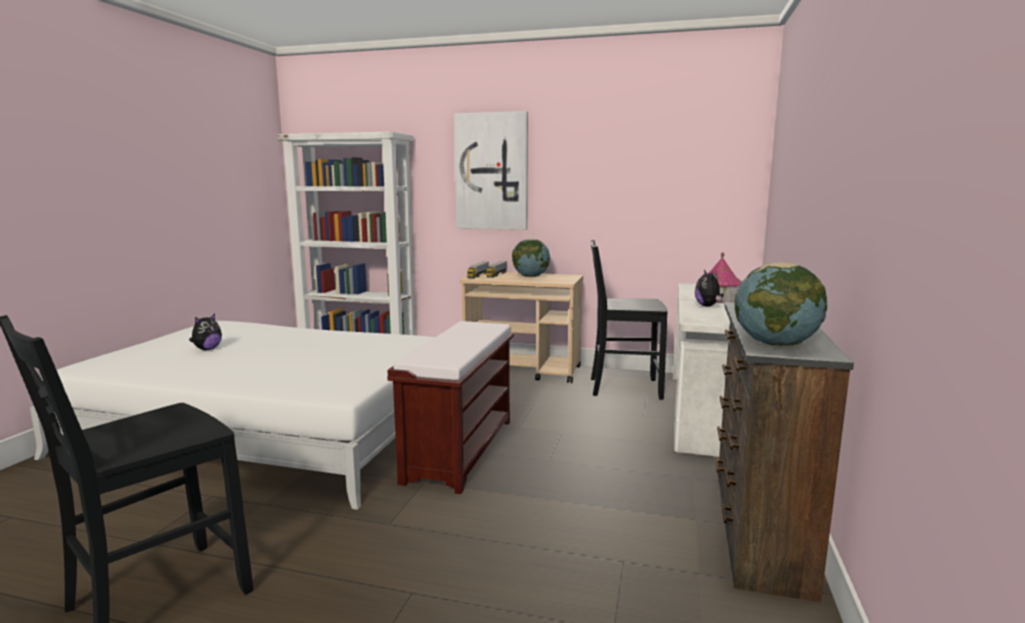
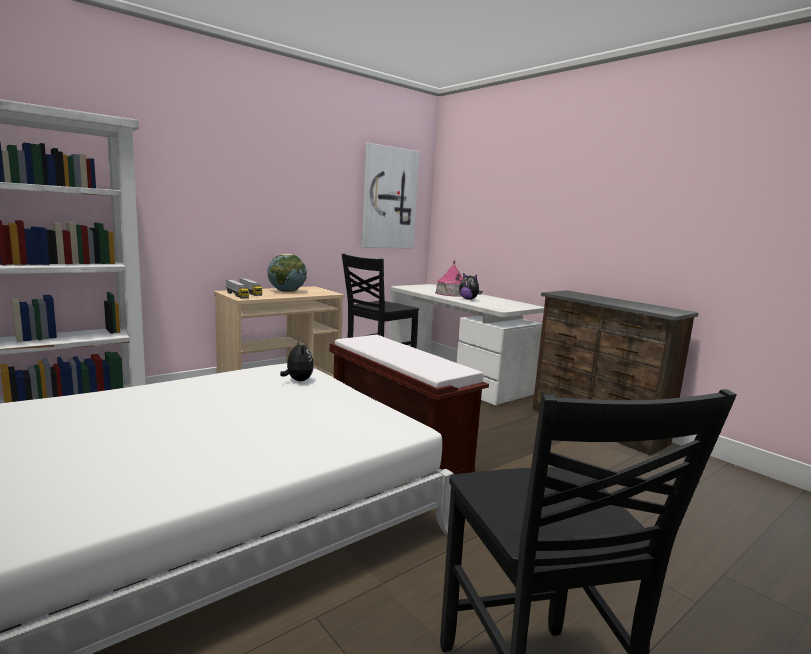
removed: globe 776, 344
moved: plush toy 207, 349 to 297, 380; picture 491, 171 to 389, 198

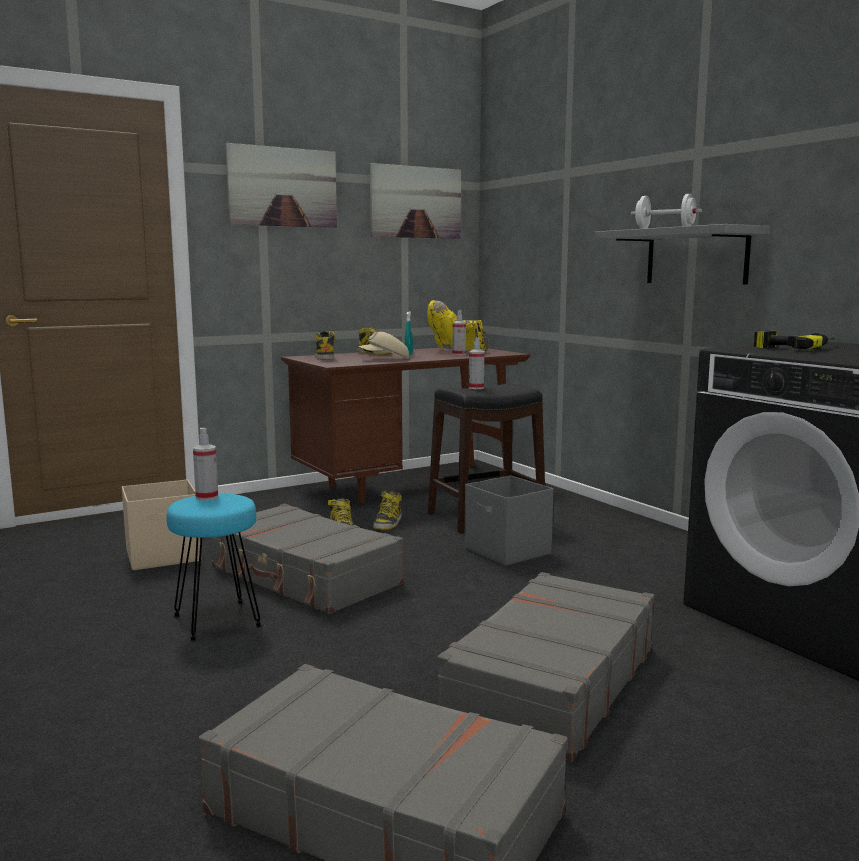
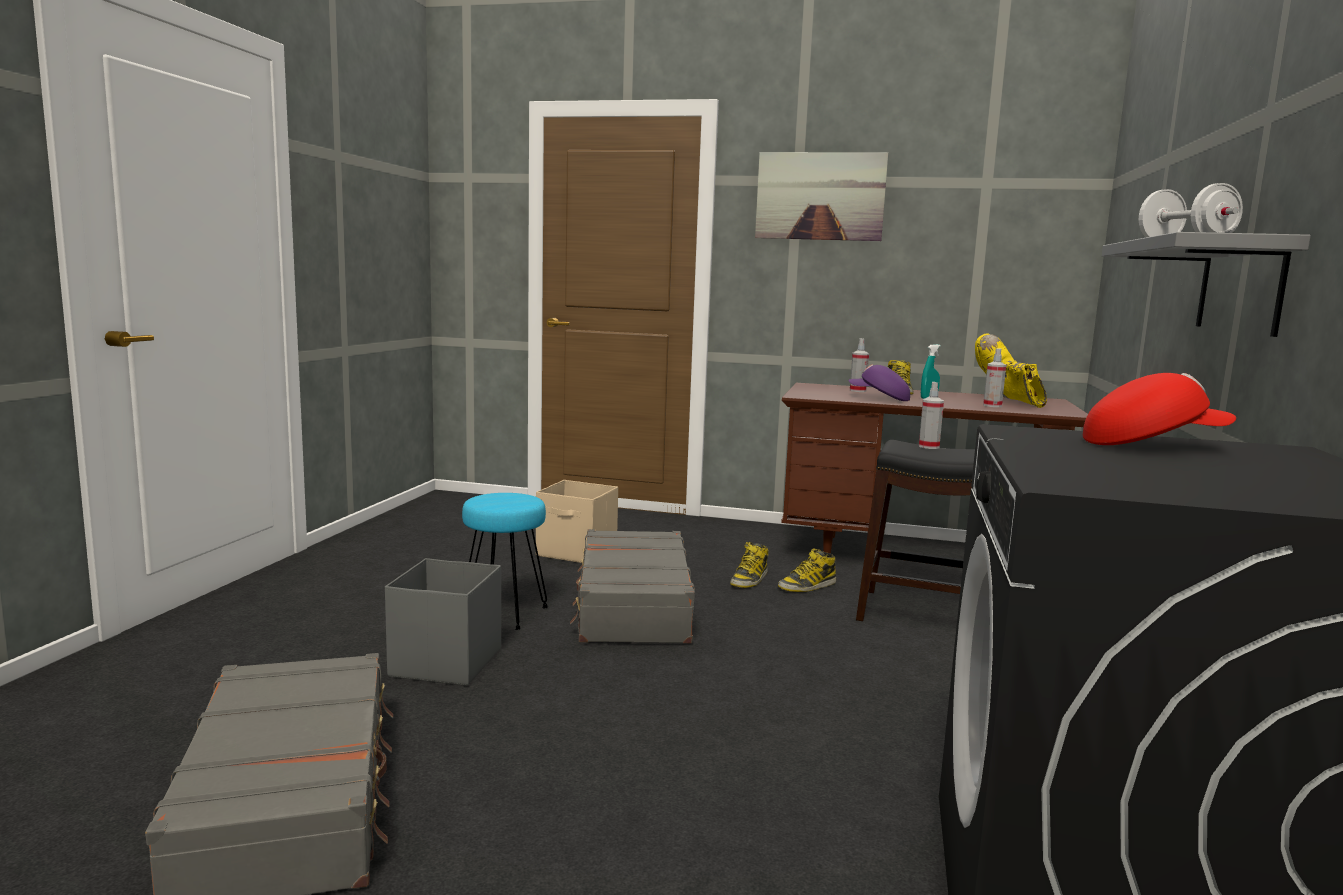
removed: boot 325, 358; picture 416, 202; suitcase in grey 550, 682
moved: spray bottle 207, 497 to 857, 391; storage box in grey 507, 551 to 445, 663
replaced: power drill 794, 347 to cap in red 1150, 445
recoloured: cap in beige 385, 359 to cap in purple 879, 398

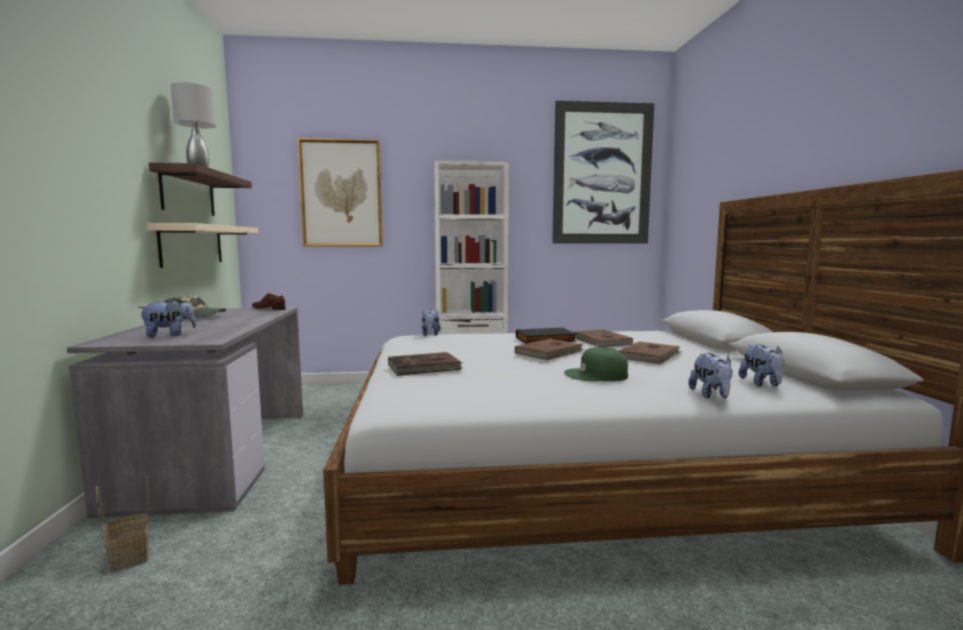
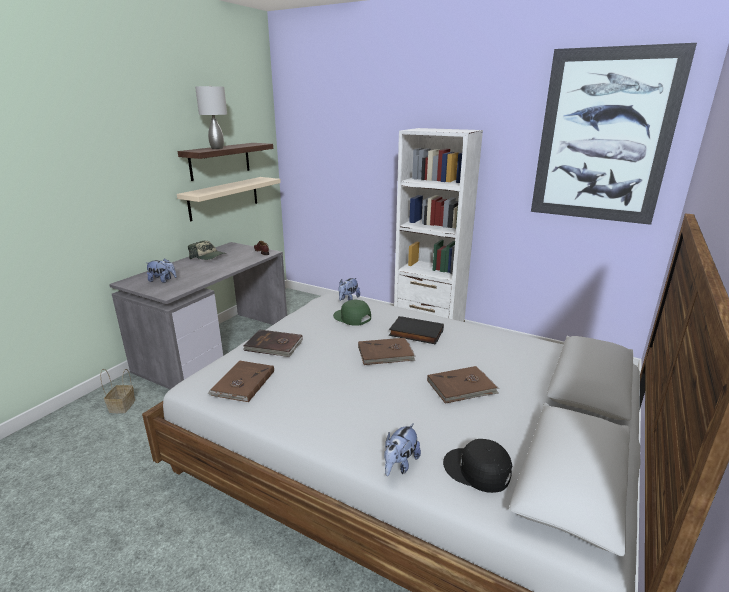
removed: picture 341, 193
moved: cap in green 596, 375 to 352, 317; book in brown 601, 341 to 242, 383
replaced: plush toy 761, 383 to cap in black 477, 470

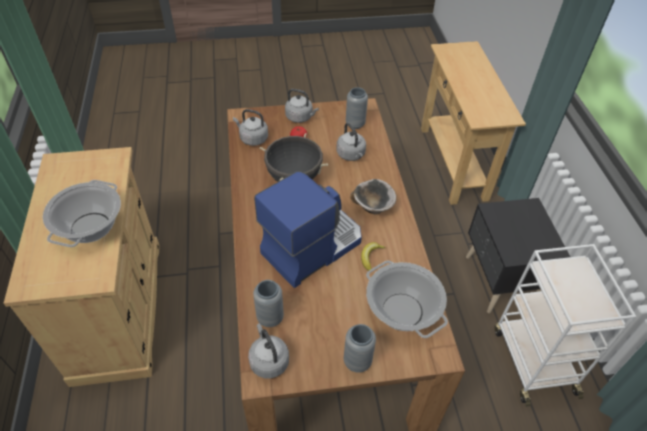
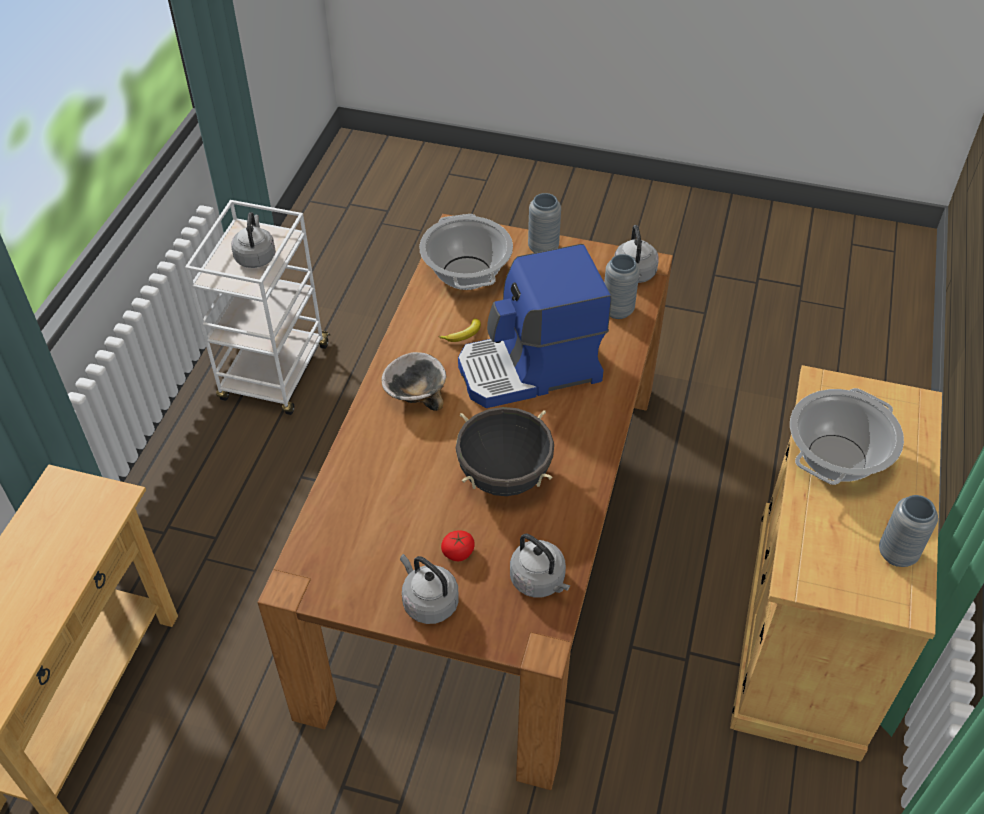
removed: nightstand in black 499, 282
moved: kettle in grey 351, 155 to 256, 256; vase in grey 355, 124 to 897, 554

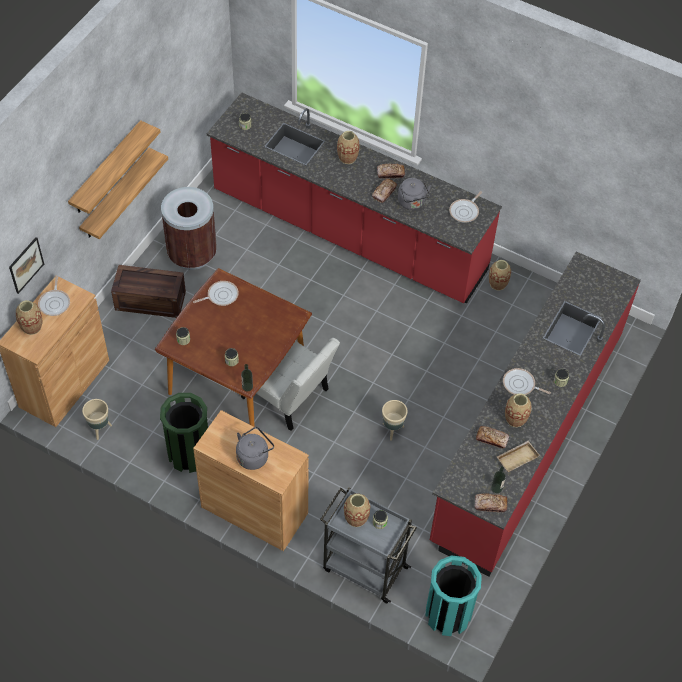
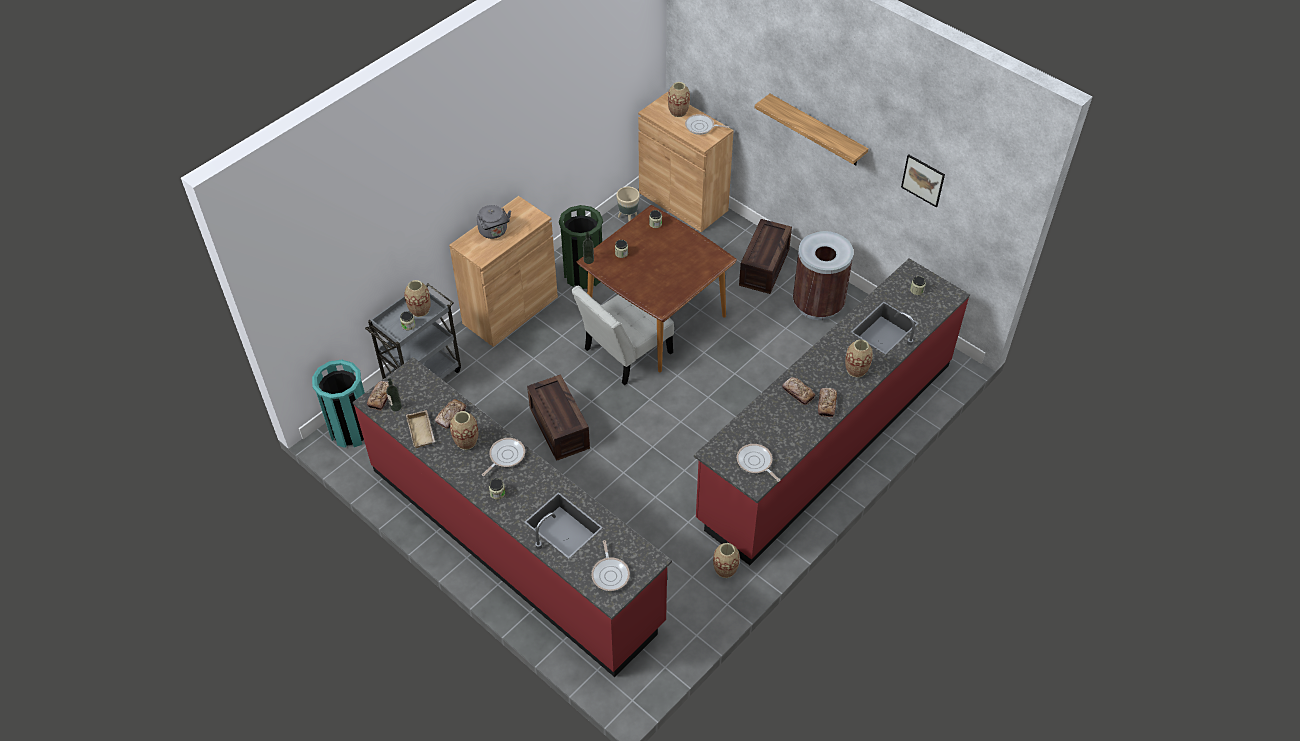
removed: shelf 116, 195; kettle in grey 412, 203
moved: picture 26, 265 to 923, 180; frying pan 220, 295 to 610, 573
replaced: planter in beige 392, 430 to crate 560, 428

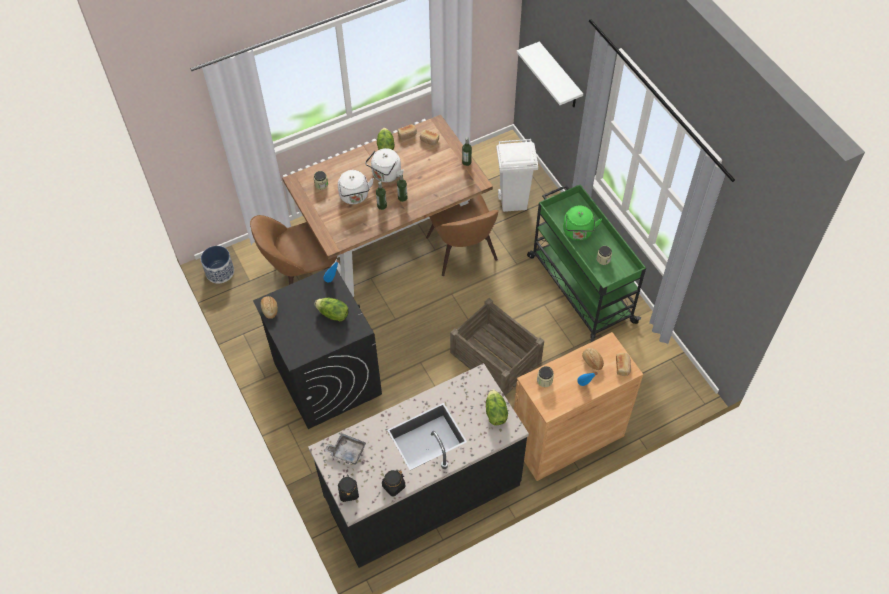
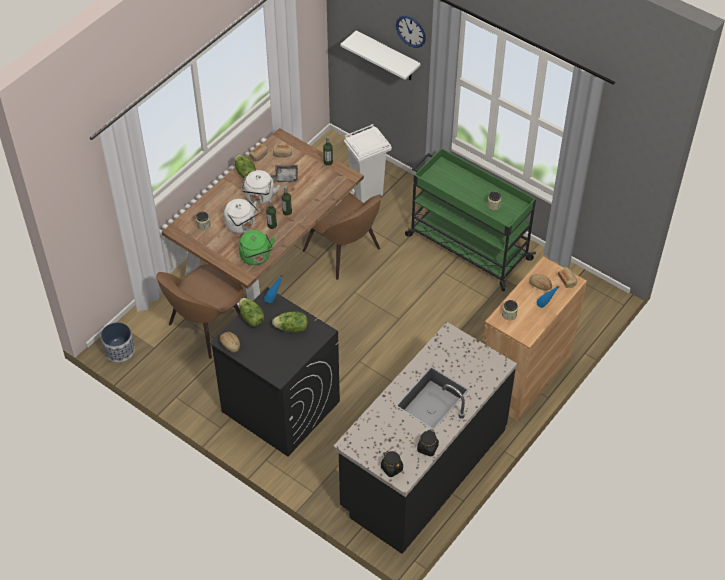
removed: crate 495, 357
added: wall clock 411, 31
moved: tray in grey 347, 451 to 285, 177; lettuce 495, 413 to 251, 318; kettle in green 578, 232 to 256, 257

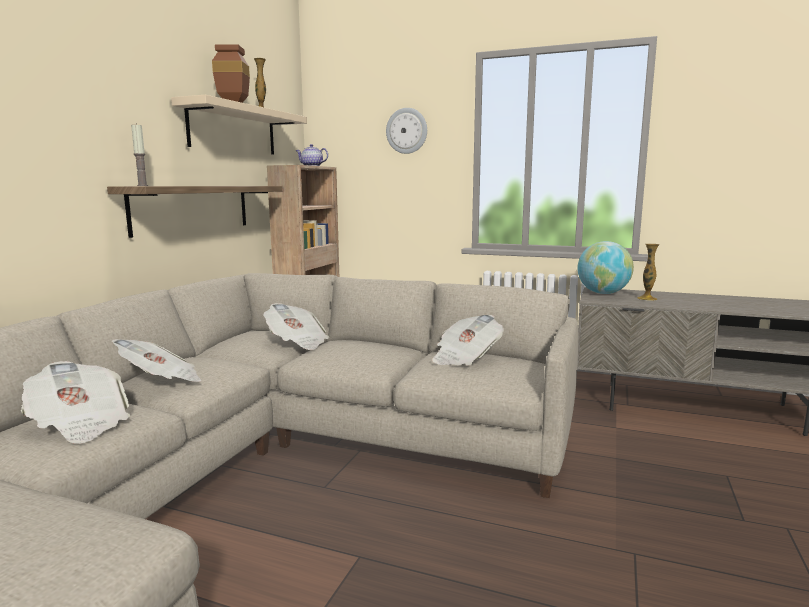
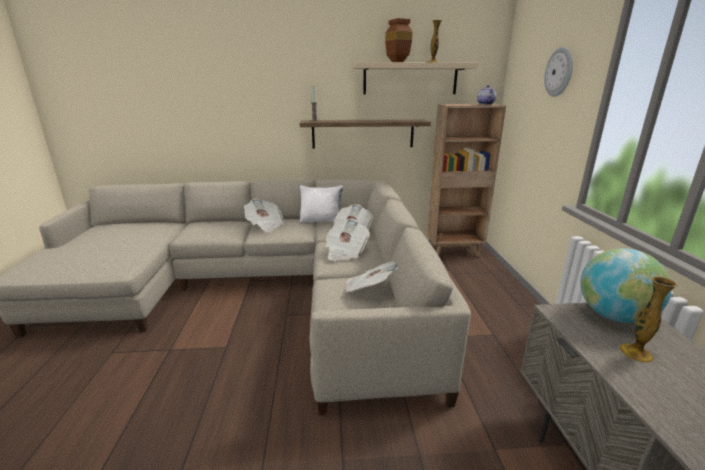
added: pillow in white 321, 221
moved: newspaper 80, 424 to 345, 252

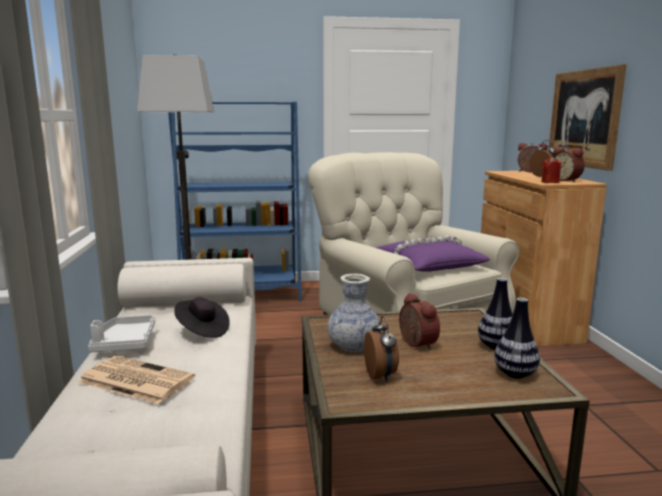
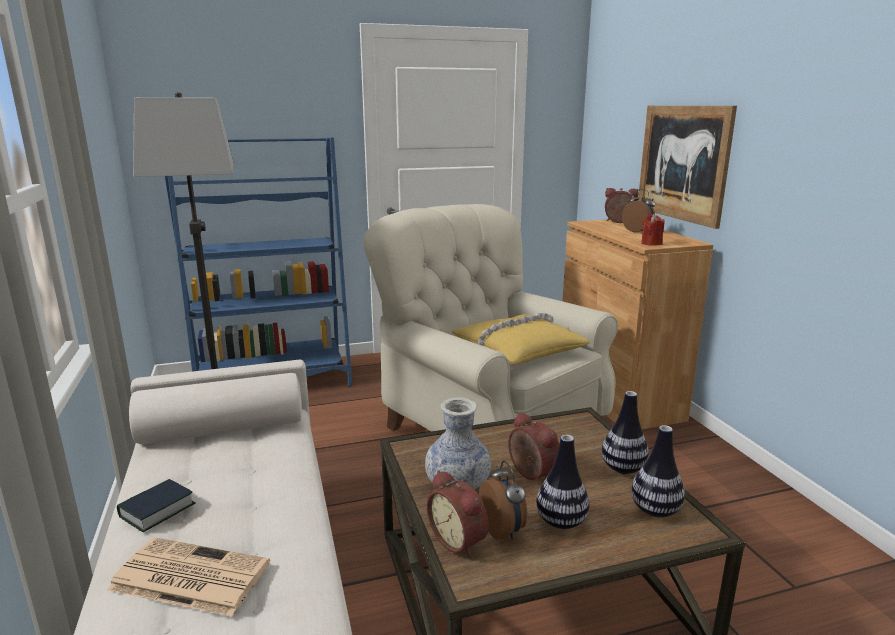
removed: hat in black 202, 330
added: vase 561, 522
moved: alarm clock 566, 180 to 460, 540
replaced: tray in white 124, 343 to book 157, 510
recoloured: pillow in purple 429, 265 to pillow in yellow 518, 349

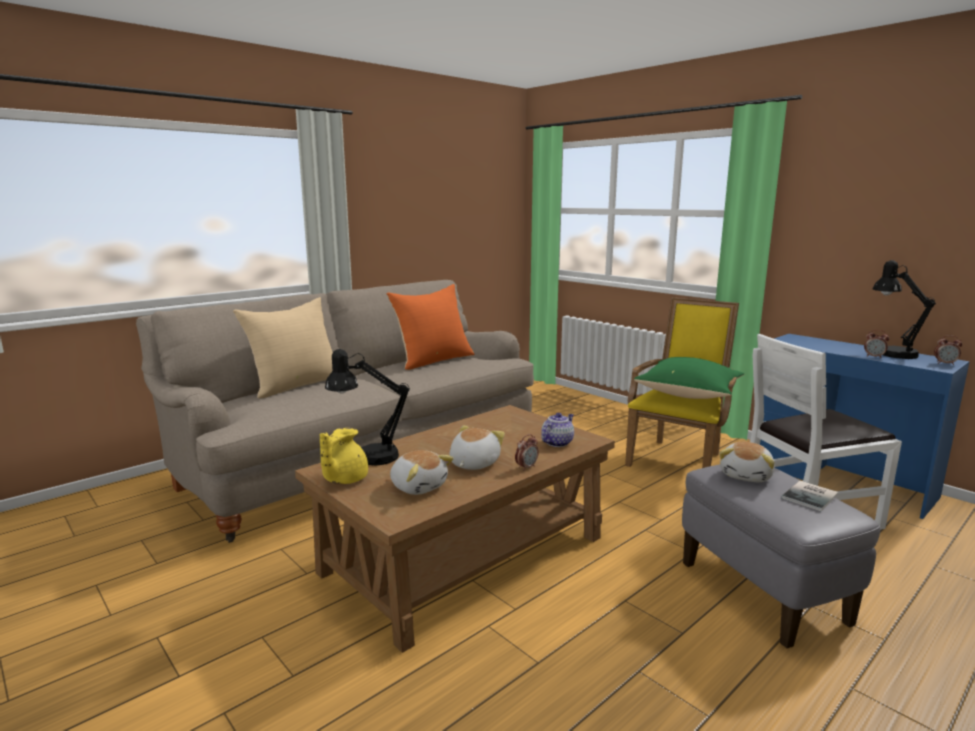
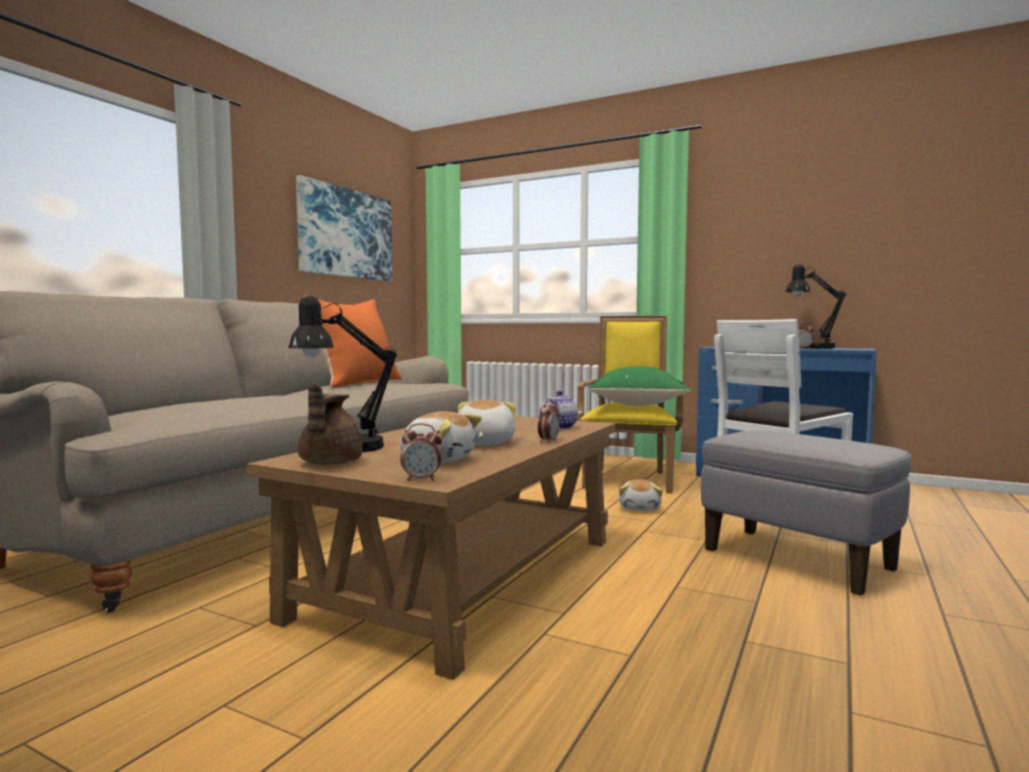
removed: pillow in beige 296, 385; book 812, 496
added: picture 346, 233
moved: plush toy 747, 475 to 640, 508; alarm clock 945, 363 to 422, 479
recoloured: teapot in yellow 343, 479 to teapot in brown 329, 463

